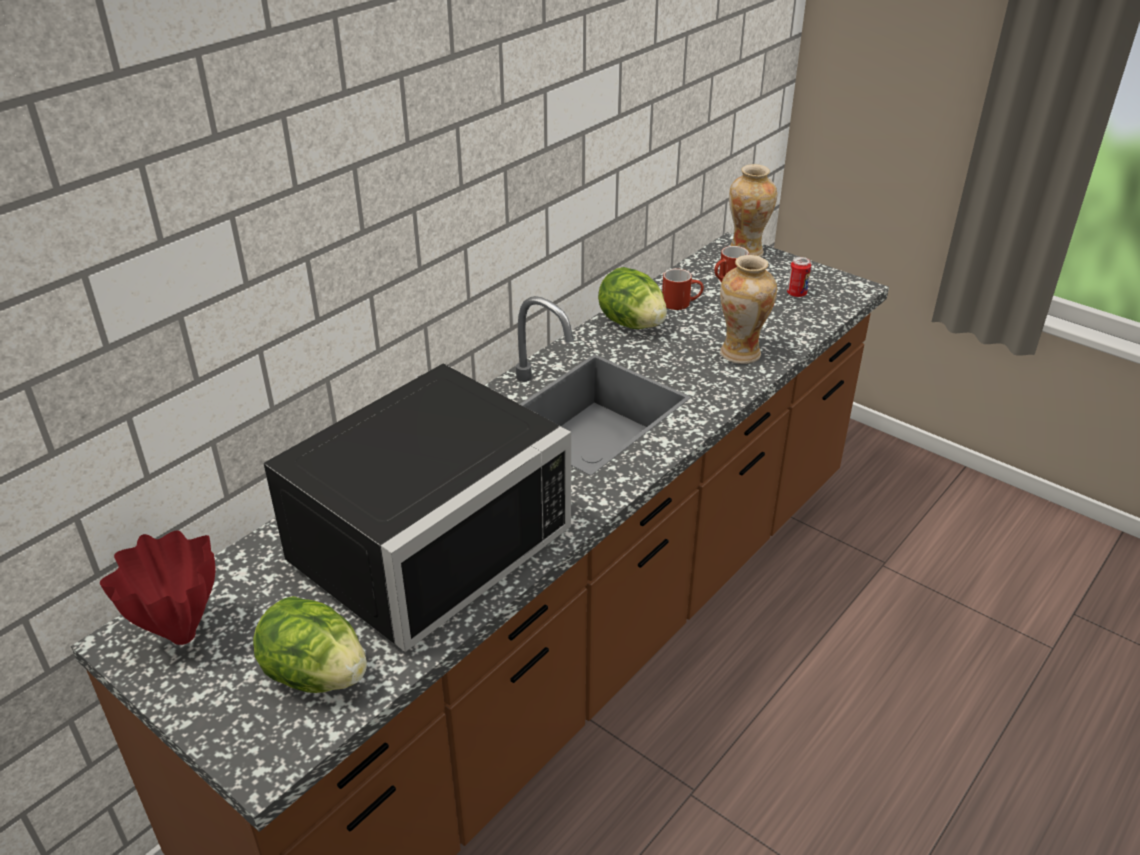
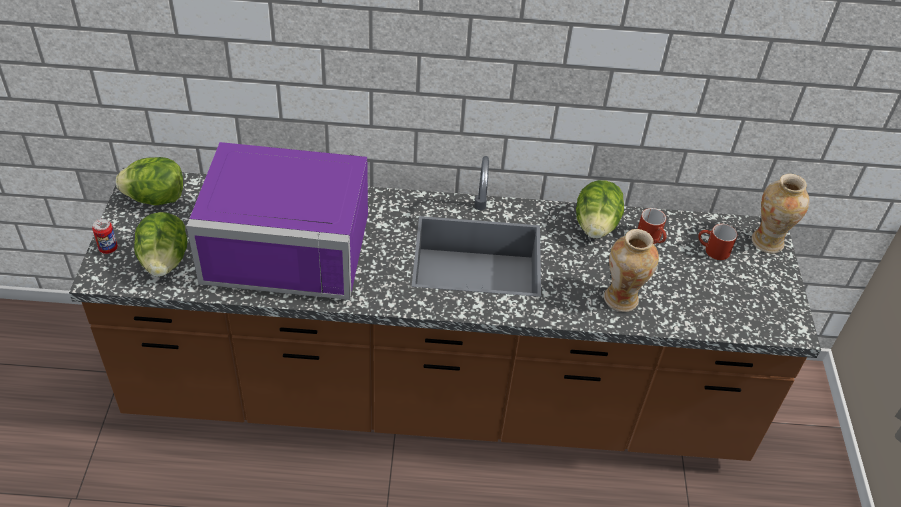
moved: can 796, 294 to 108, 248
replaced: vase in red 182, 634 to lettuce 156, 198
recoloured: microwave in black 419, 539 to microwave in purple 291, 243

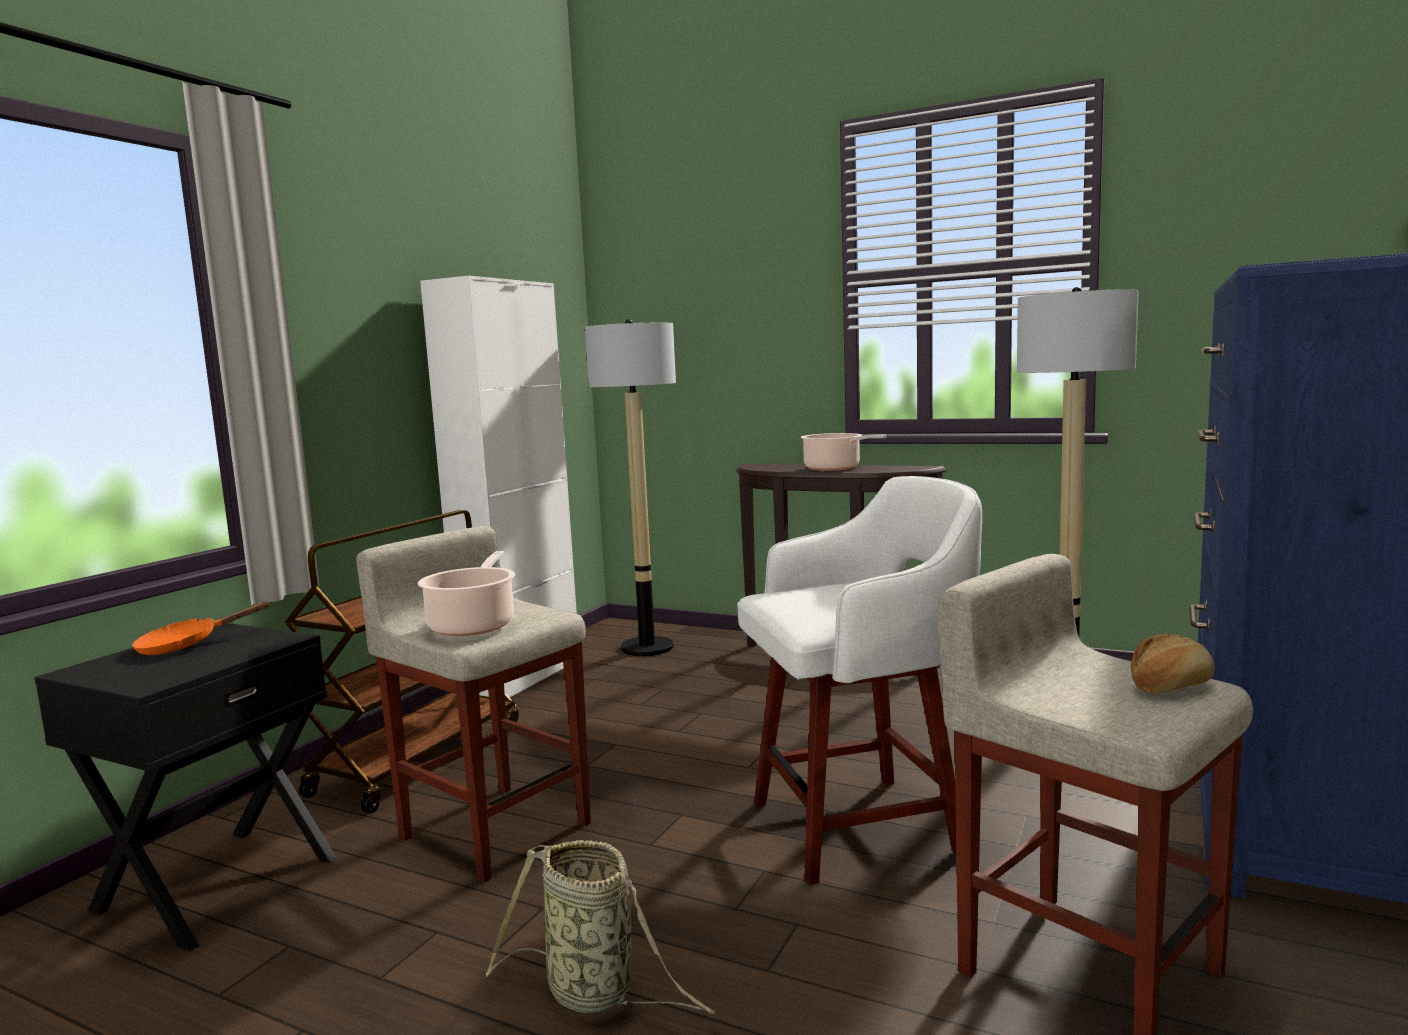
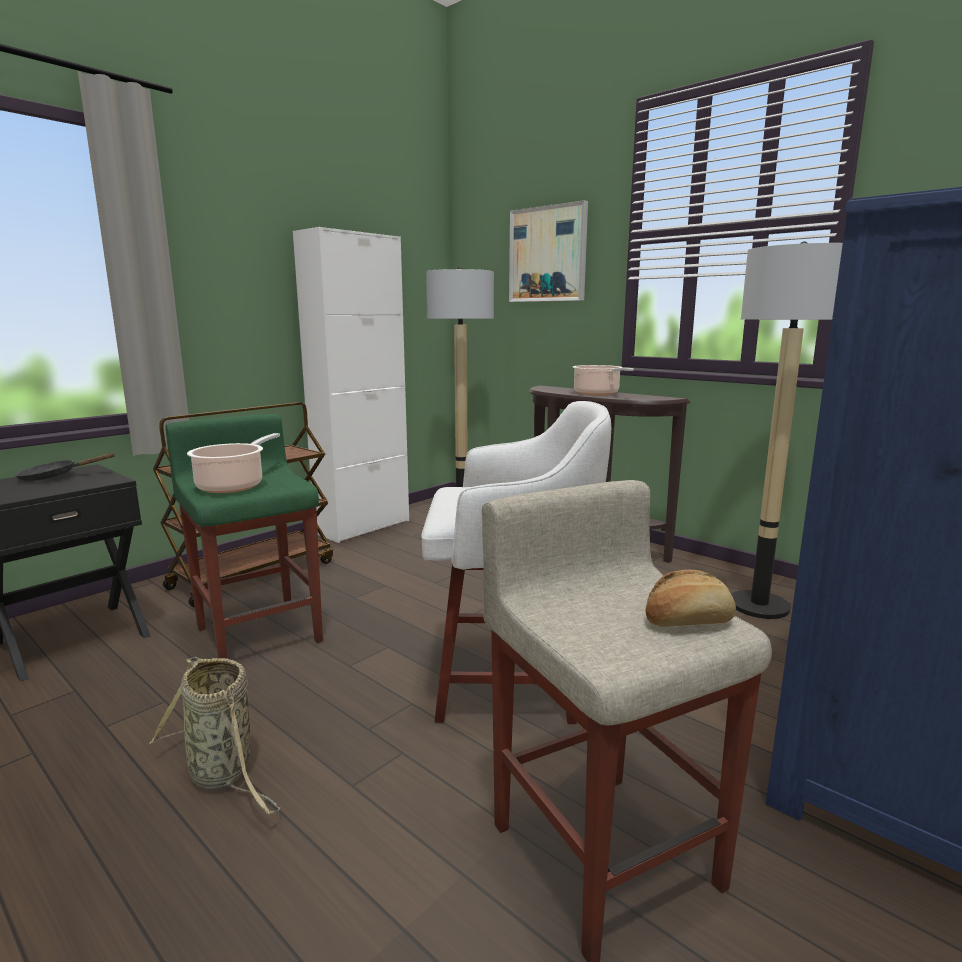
added: picture 548, 254
recoloured: frying pan in orange 186, 645 to frying pan in black 55, 477; stool in beige 494, 829 to stool in green 258, 633

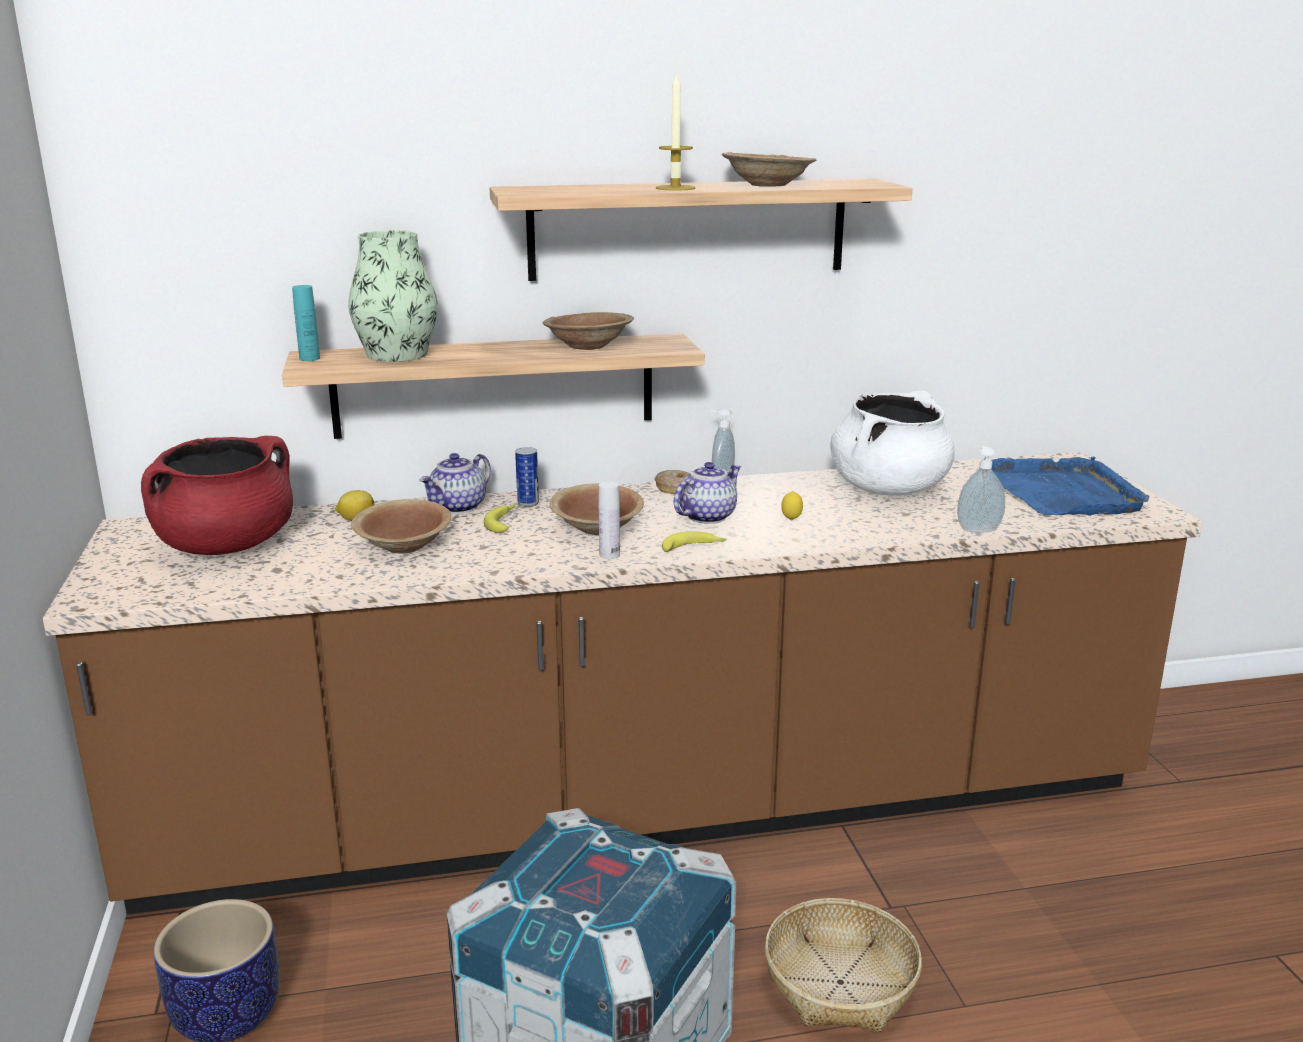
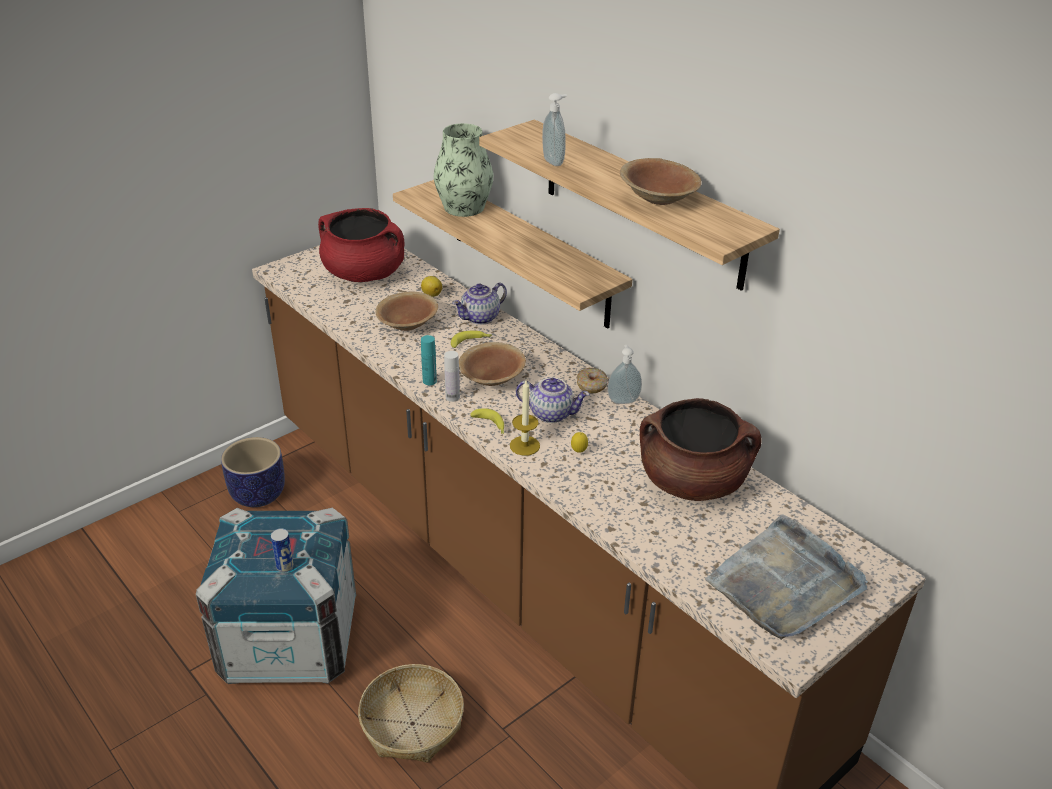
removed: bowl in brown 588, 346
moved: bottle in turquoise 309, 358 to 429, 381; can 528, 503 to 285, 566; candle 675, 188 to 524, 445; soap dispenser 978, 529 to 554, 161
recoloured: cooking pot in white 889, 489 to cooking pot in brown 692, 482; tray in blue 1063, 492 to tray in grey 785, 583
turned: teapot 459, 507 = 480, 318 45 degrees counterclockwise

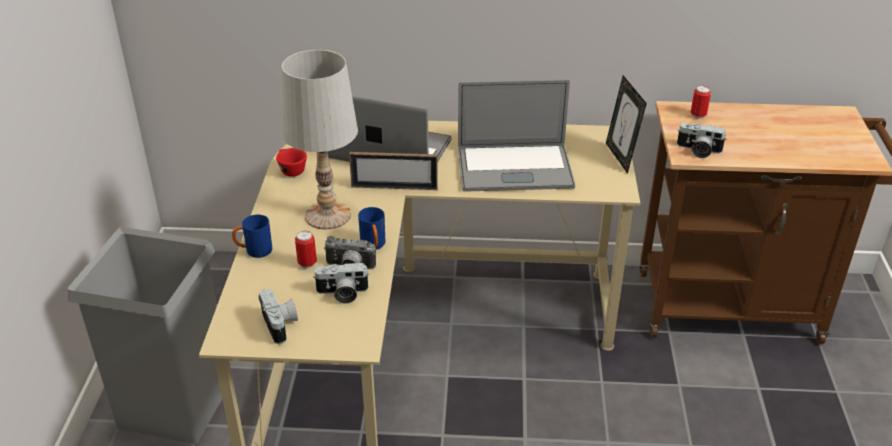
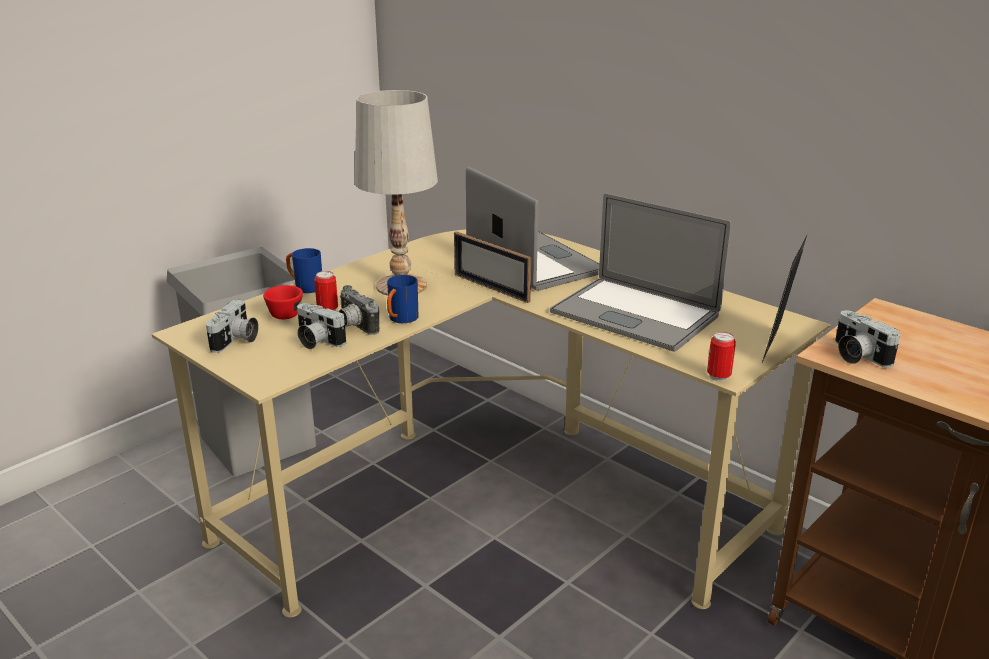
moved: cup in red 290, 170 to 286, 312; can 698, 115 to 718, 376

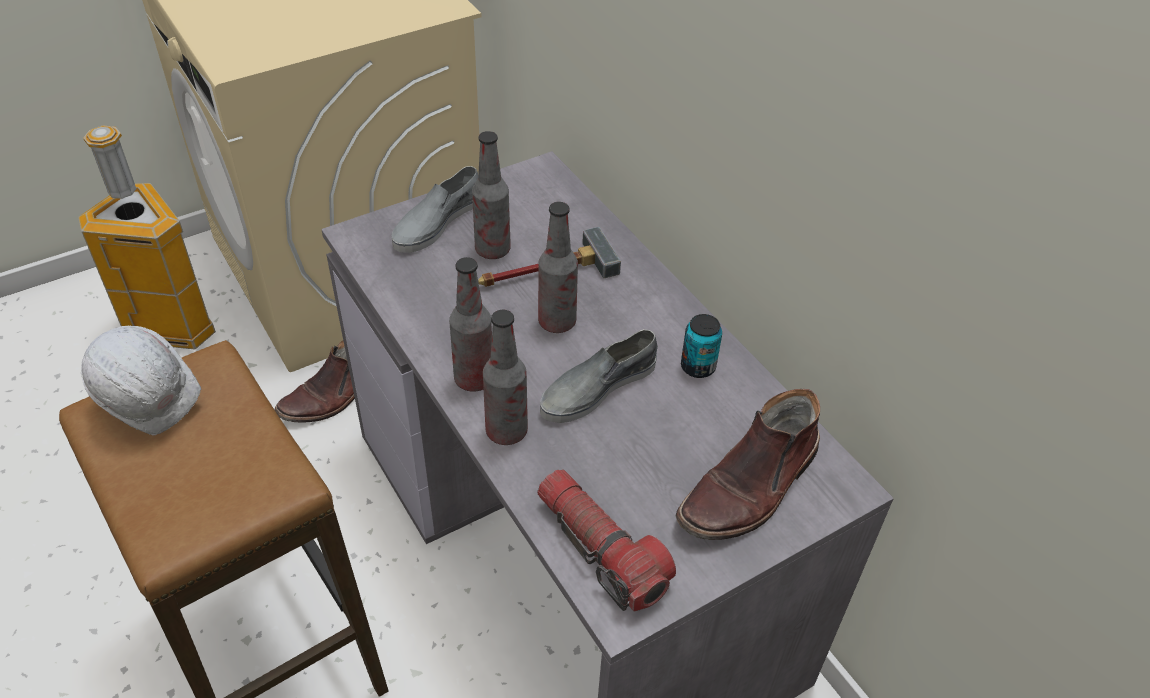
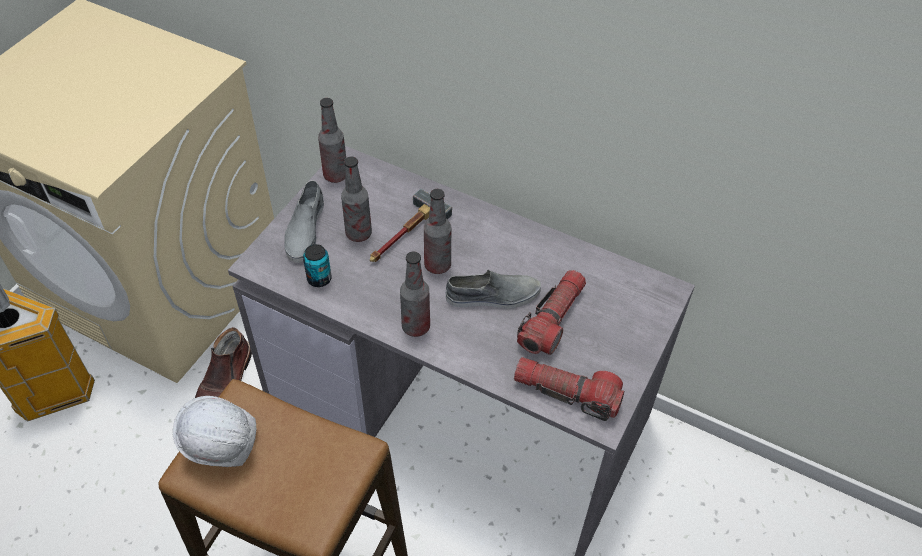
removed: boot in brown 750, 488
added: flashlight 552, 320
moved: bottle 506, 431 to 335, 175; can 698, 367 to 319, 279
turned: shoe in grey 597, 387 = 493, 296 120 degrees counterclockwise

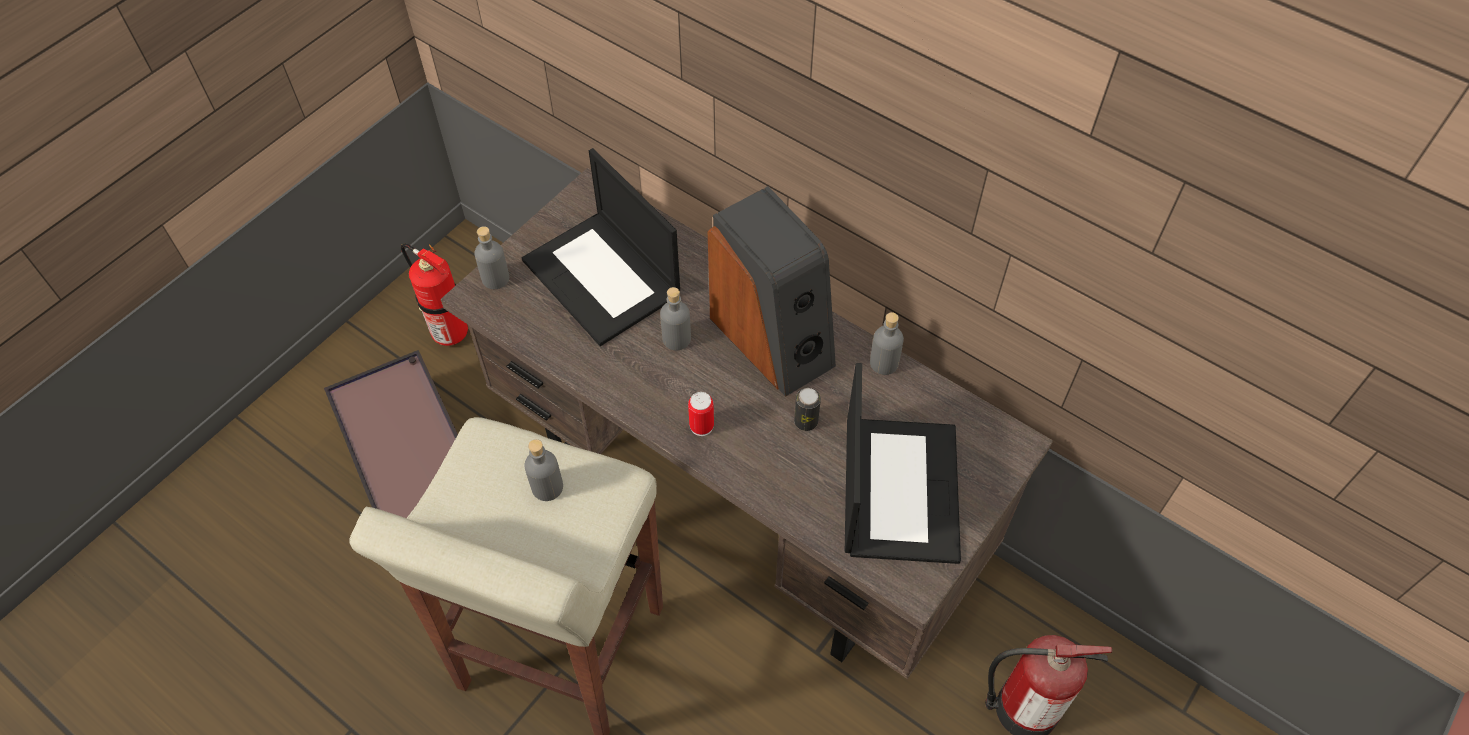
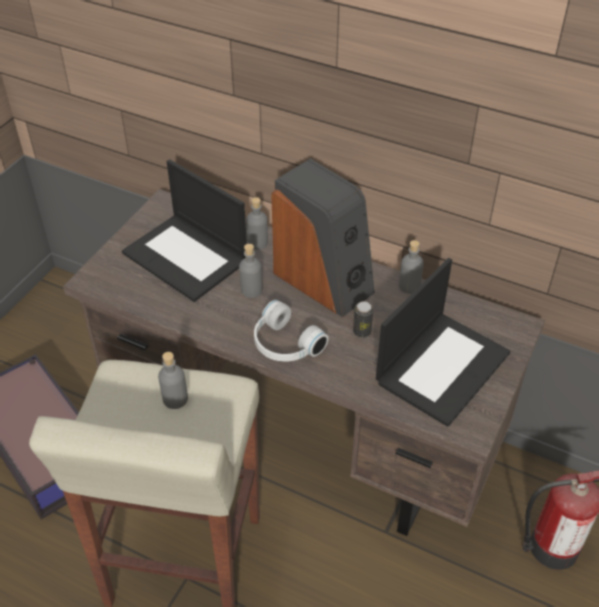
removed: fire extinguisher 447, 332
moved: bottle in grey 495, 278 to 257, 243
replaced: can 701, 426 to headphones in white 284, 345
turned: laptop 898, 488 = 442, 366 45 degrees clockwise

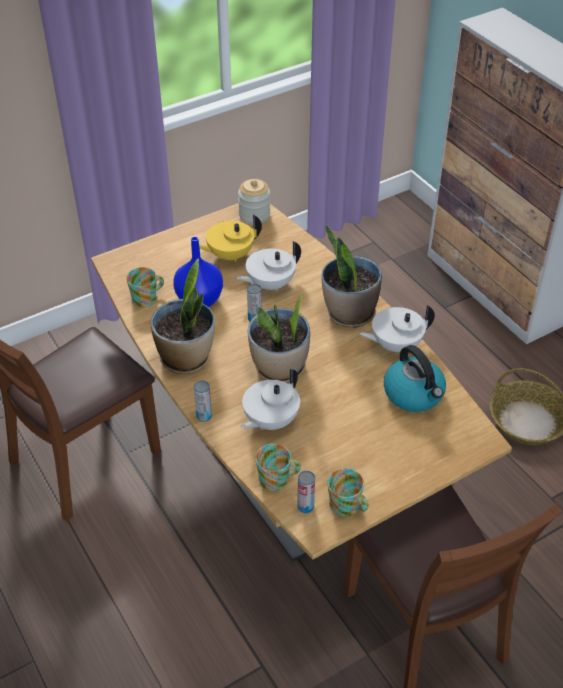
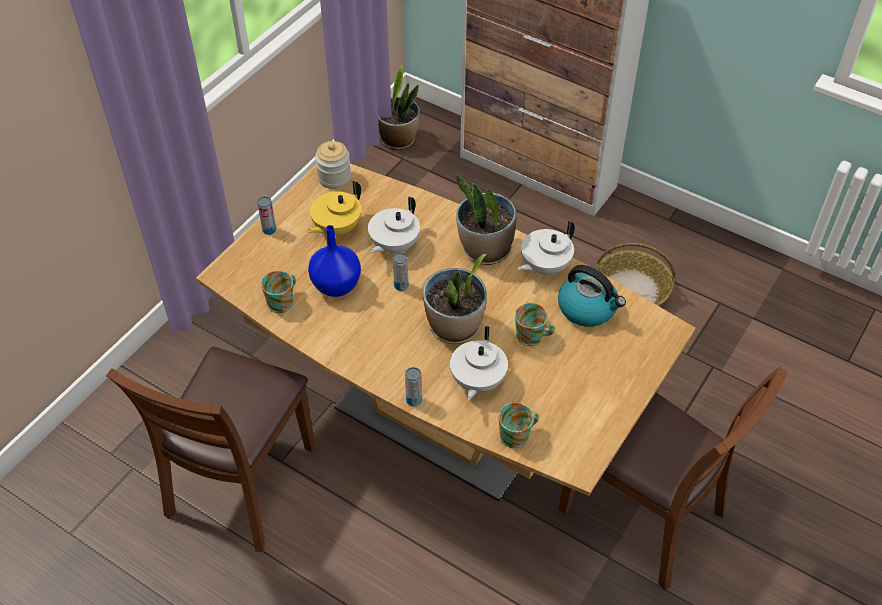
moved: potted plant 186, 358 to 398, 139; can 305, 507 to 269, 230; mug 347, 507 to 533, 336

